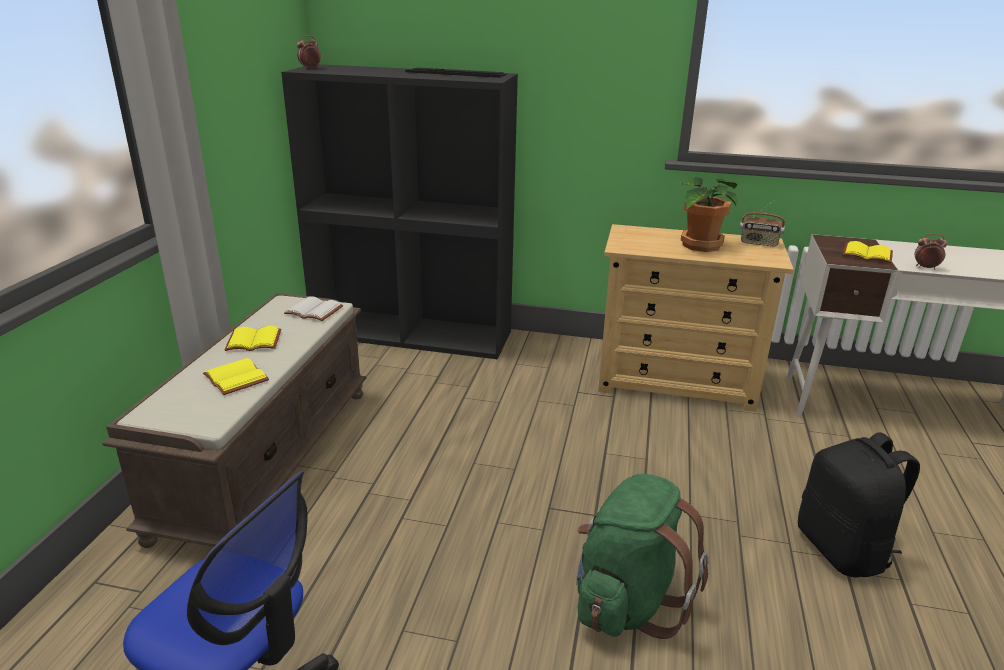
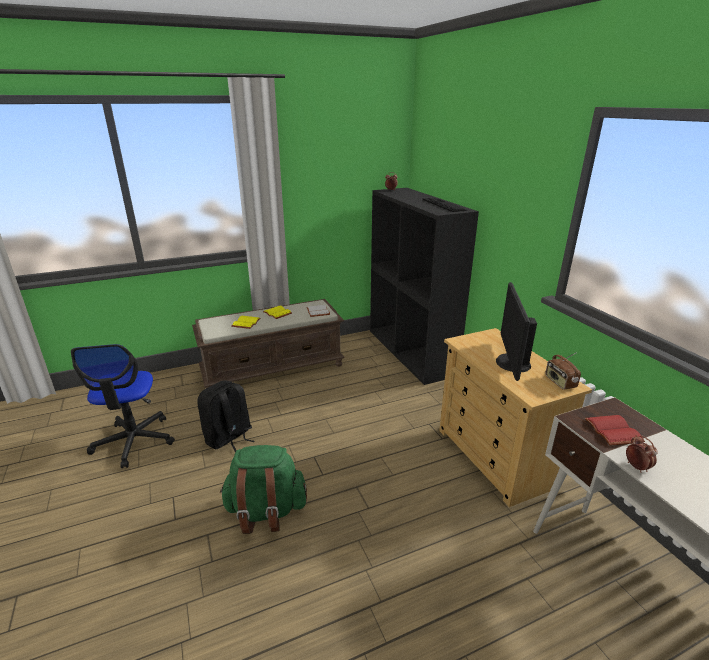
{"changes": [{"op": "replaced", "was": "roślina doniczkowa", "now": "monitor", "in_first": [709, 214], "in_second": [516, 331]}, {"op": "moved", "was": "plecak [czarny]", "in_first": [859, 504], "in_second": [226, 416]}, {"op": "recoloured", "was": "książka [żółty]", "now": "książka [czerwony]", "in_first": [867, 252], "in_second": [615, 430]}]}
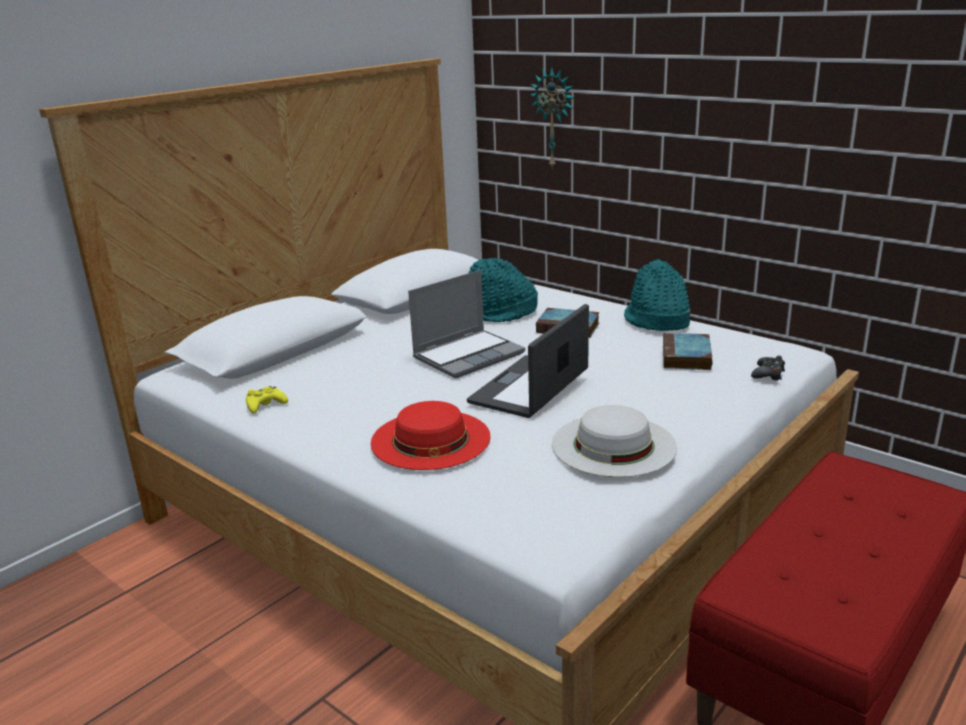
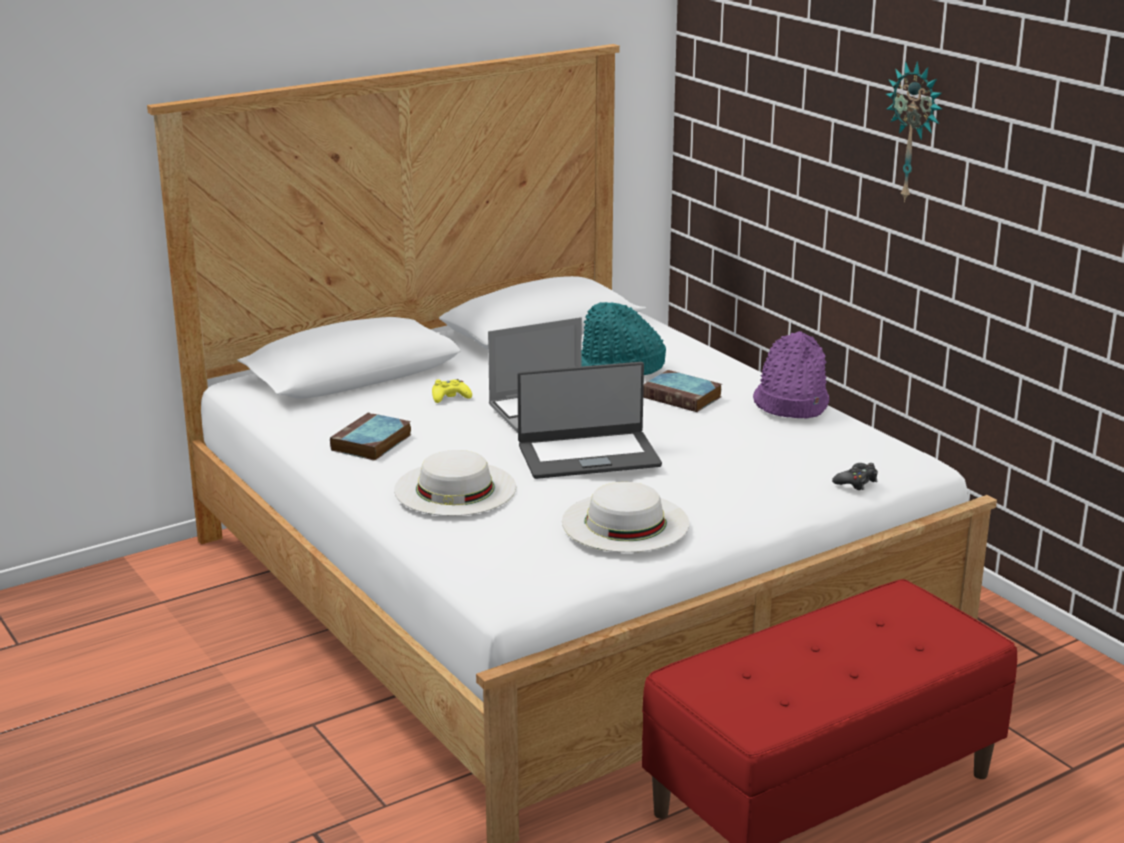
{"changes": [{"op": "moved", "was": "pad do gier [żółty]", "in_first": [267, 400], "in_second": [452, 391]}, {"op": "recoloured", "was": "kapelusz [czerwony]", "now": "kapelusz [biały]", "in_first": [431, 435], "in_second": [455, 483]}, {"op": "turned", "was": "laptop", "in_first": [528, 361], "in_second": [589, 420], "clockwise": -150}, {"op": "moved", "was": "zegar ścienny", "in_first": [553, 118], "in_second": [914, 131]}, {"op": "recoloured", "was": "kapelusz [turkusowy]", "now": "kapelusz [fioletowy]", "in_first": [657, 295], "in_second": [791, 375]}, {"op": "moved", "was": "książka", "in_first": [688, 351], "in_second": [370, 436]}]}
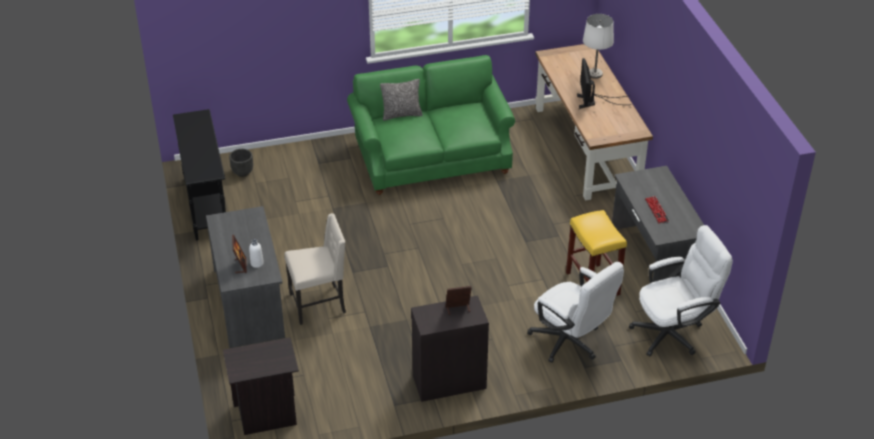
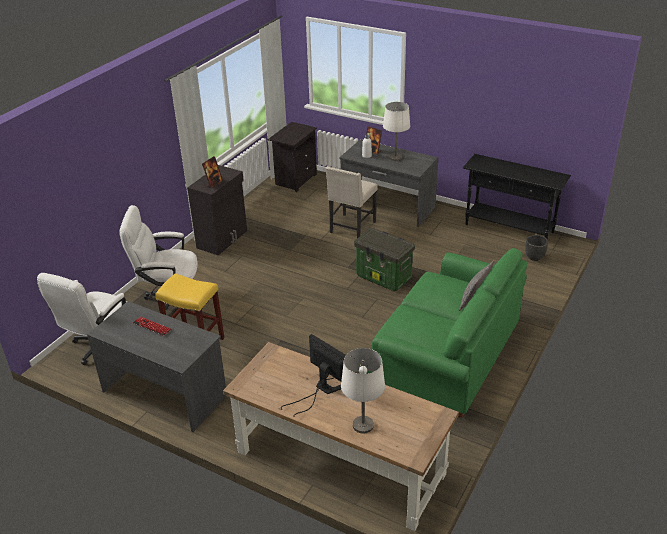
{"changes": [{"op": "added", "now": "pojemnik do przechowywania", "in_second": [384, 259]}, {"op": "added", "now": "lampa stołowa [biały]", "in_second": [396, 131]}]}
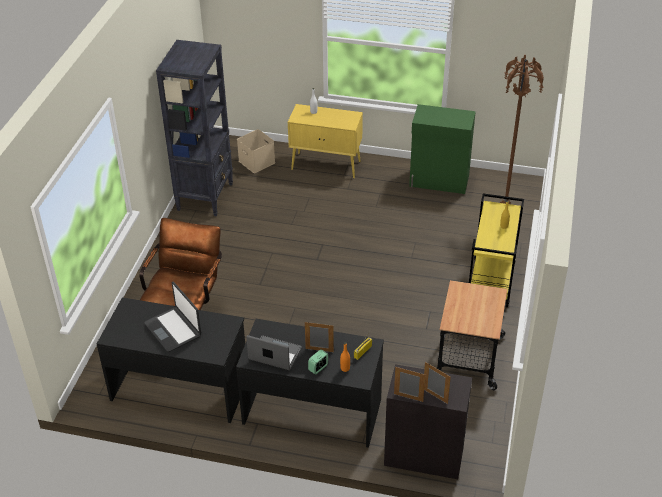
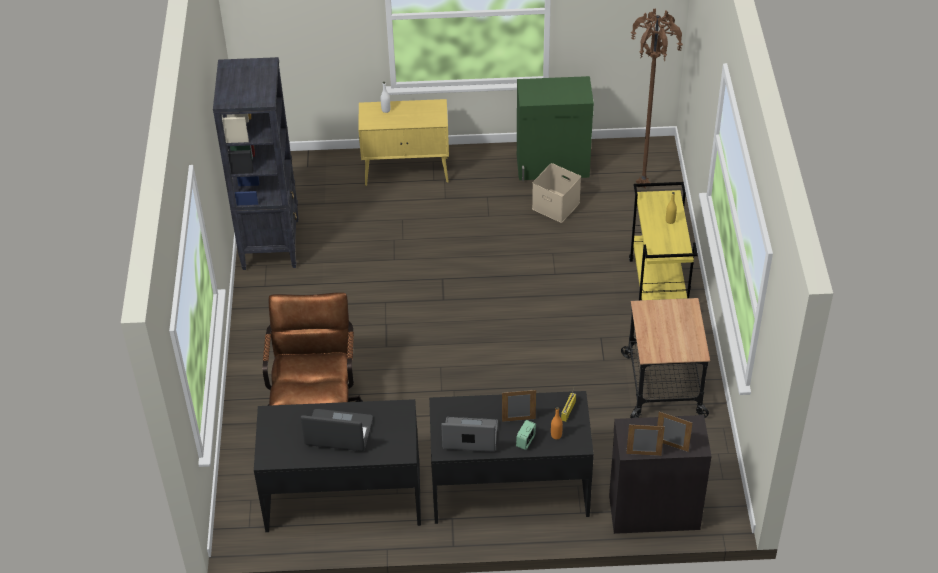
{"changes": [{"op": "turned", "was": "laptop", "in_first": [172, 317], "in_second": [336, 430], "clockwise": 150}, {"op": "moved", "was": "pojemnik do przechowywania [beżowy]", "in_first": [256, 151], "in_second": [556, 193]}]}
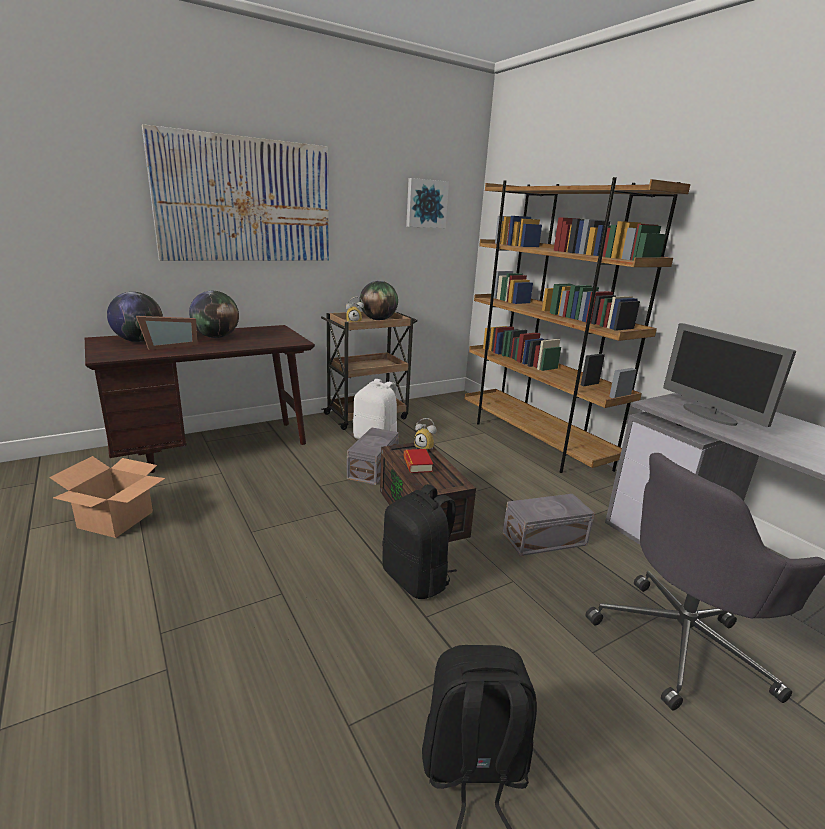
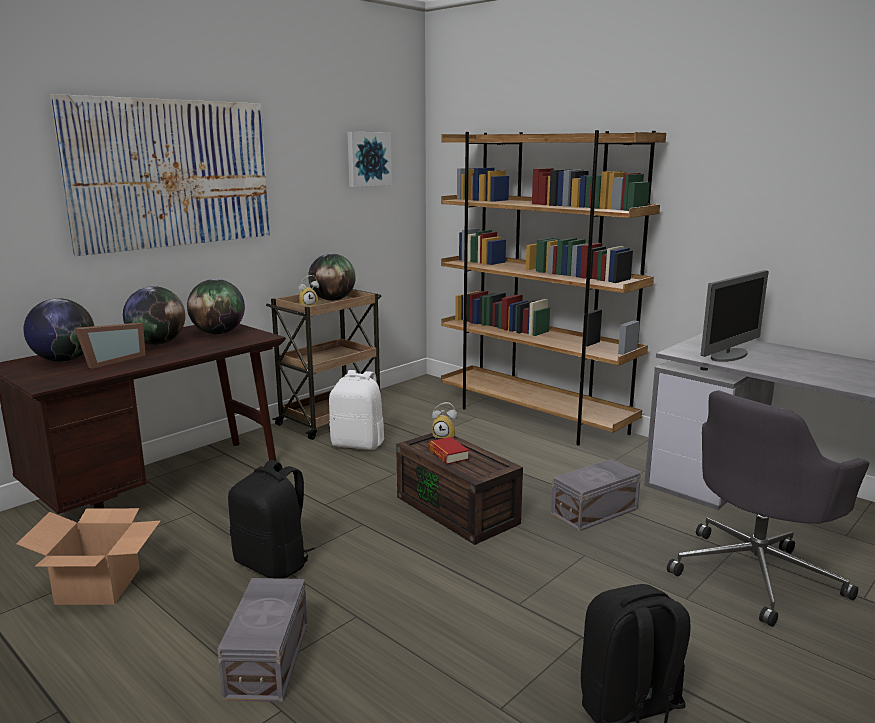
{"changes": [{"op": "moved", "was": "pojemnik do przechowywania [szary]", "in_first": [373, 456], "in_second": [262, 640]}, {"op": "moved", "was": "plecak [czarny]", "in_first": [419, 541], "in_second": [272, 519]}, {"op": "turned", "was": "monitor", "in_first": [729, 375], "in_second": [735, 316], "clockwise": -90}, {"op": "added", "now": "globus", "in_second": [216, 306]}]}
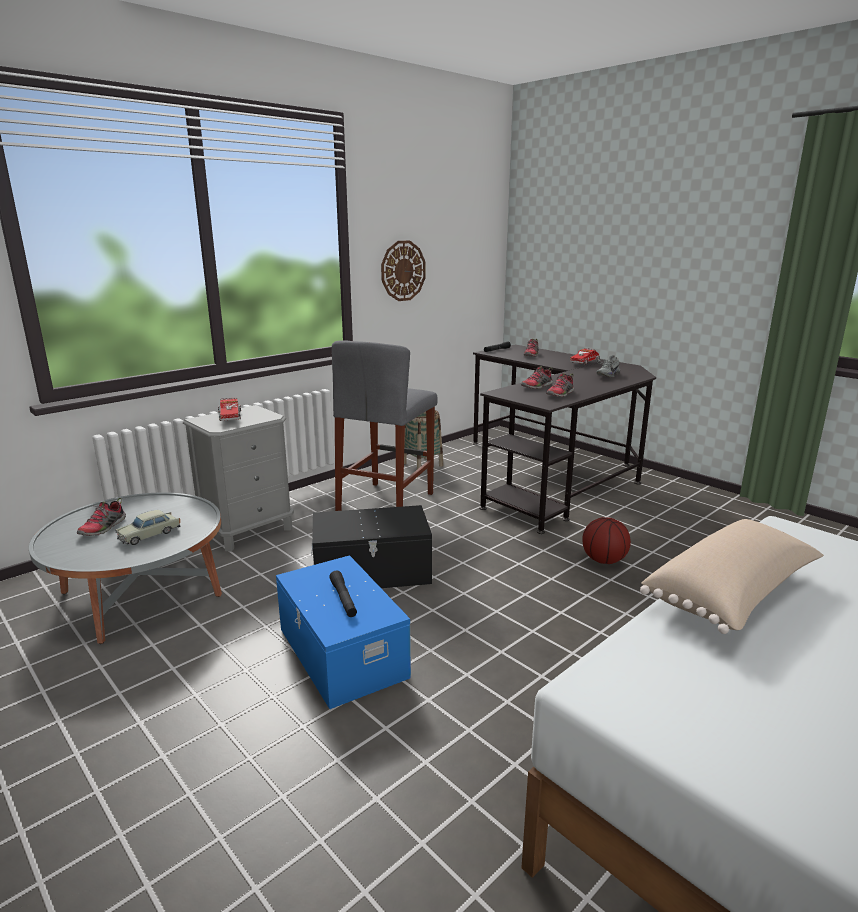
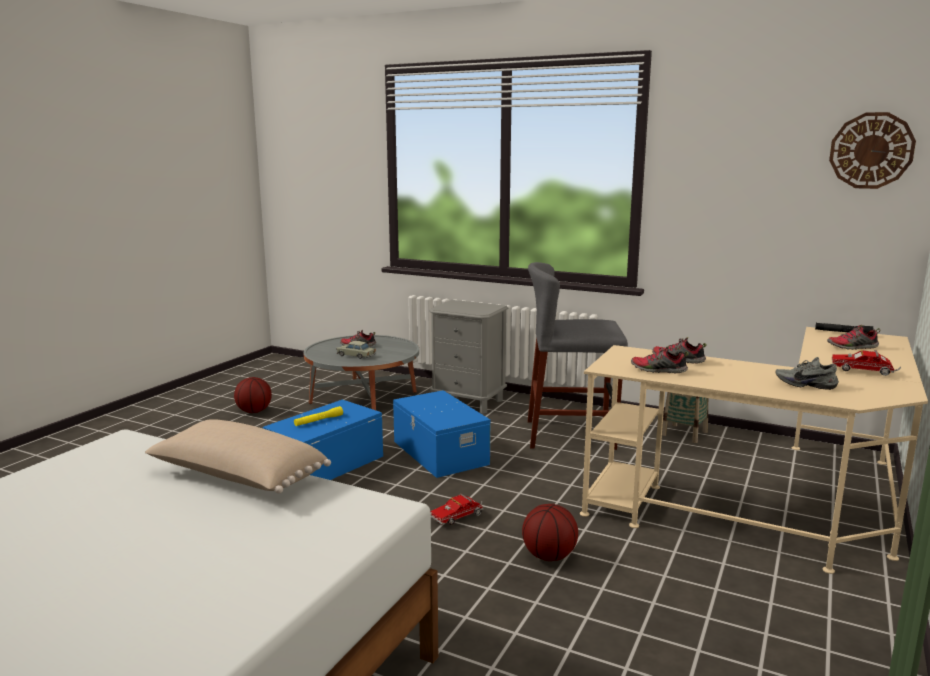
{"changes": [{"op": "moved", "was": "ciężarówka zabawkowa", "in_first": [229, 409], "in_second": [457, 509]}, {"op": "recoloured", "was": "pojemnik do przechowywania [czarny]", "now": "pojemnik do przechowywania [niebieski]", "in_first": [371, 546], "in_second": [441, 434]}, {"op": "recoloured", "was": "latarka [czarny]", "now": "latarka [żółty]", "in_first": [343, 594], "in_second": [318, 416]}, {"op": "moved", "was": "zegar ścienny", "in_first": [403, 271], "in_second": [872, 150]}, {"op": "recoloured", "was": "biurko [czarny]", "now": "biurko [beżowy]", "in_first": [564, 439], "in_second": [754, 450]}, {"op": "added", "now": "piłka do koszykówki", "in_second": [253, 395]}]}
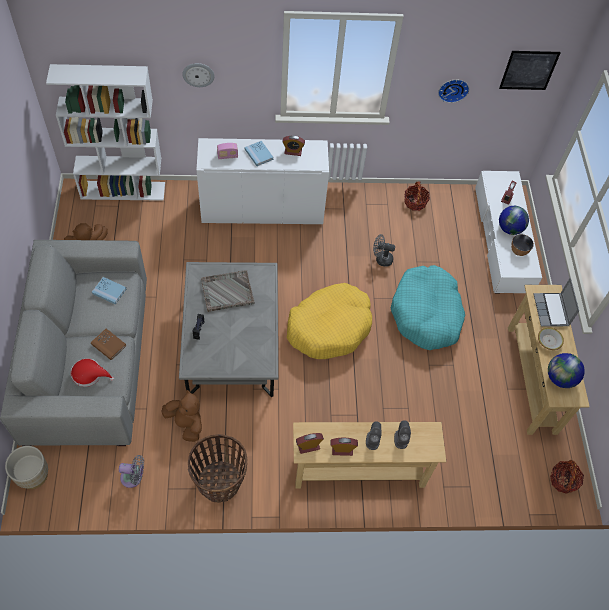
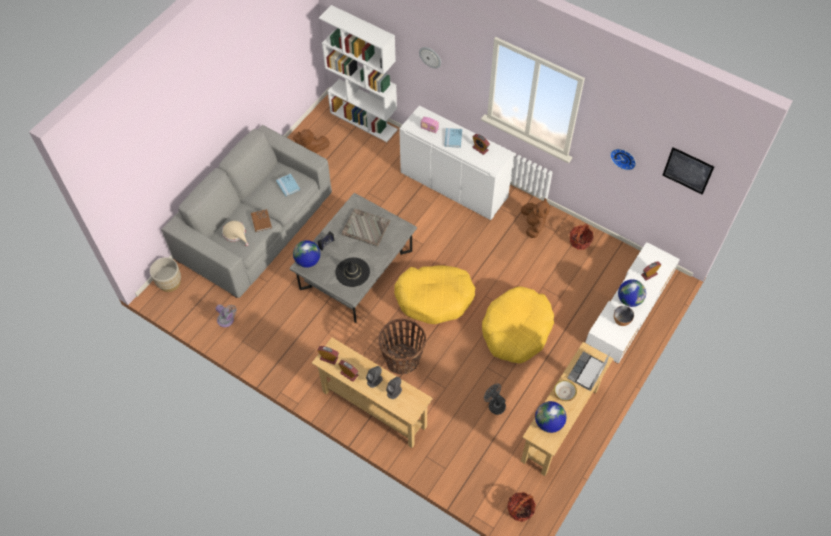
{"changes": [{"op": "recoloured", "was": "kapelusz [czerwony]", "now": "kapelusz [beżowy]", "in_first": [92, 373], "in_second": [235, 233]}, {"op": "moved", "was": "pluszak [brązowy]", "in_first": [181, 416], "in_second": [535, 218]}, {"op": "moved", "was": "koszyk", "in_first": [217, 468], "in_second": [402, 346]}, {"op": "moved", "was": "wentylator [szary]", "in_first": [384, 250], "in_second": [495, 399]}, {"op": "recoloured", "was": "legowisko [turkusowy]", "now": "legowisko [żółty]", "in_first": [428, 307], "in_second": [518, 325]}, {"op": "added", "now": "globus", "in_second": [306, 254]}, {"op": "added", "now": "kapelusz [czarny]", "in_second": [352, 272]}]}
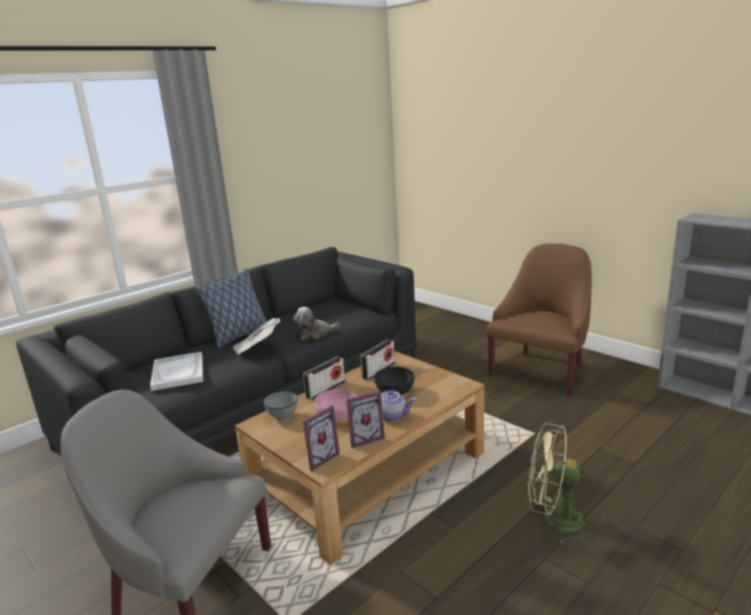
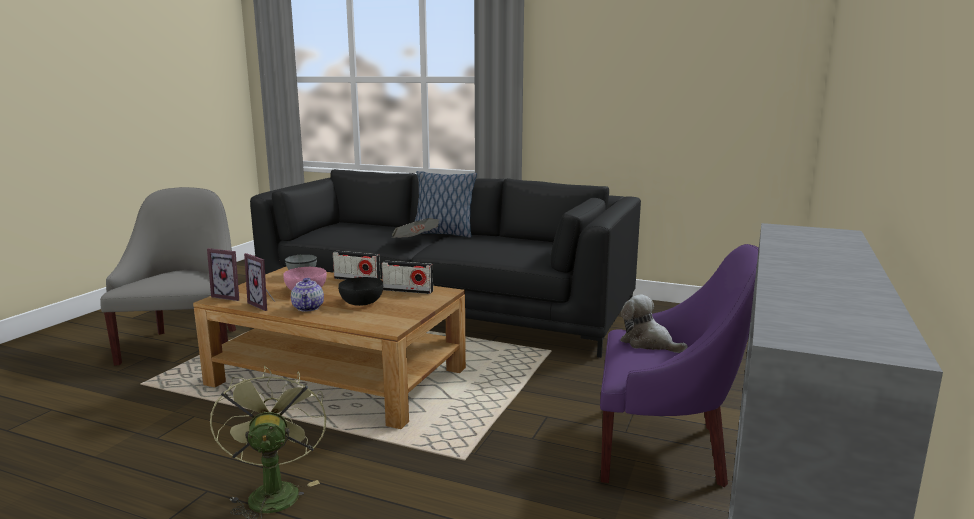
{"changes": [{"op": "removed", "was": "taca [biały]", "in_first": [176, 371]}, {"op": "moved", "was": "pluszak", "in_first": [316, 323], "in_second": [653, 323]}, {"op": "recoloured", "was": "fotel [brązowy]", "now": "fotel [fioletowy]", "in_first": [539, 320], "in_second": [679, 365]}]}
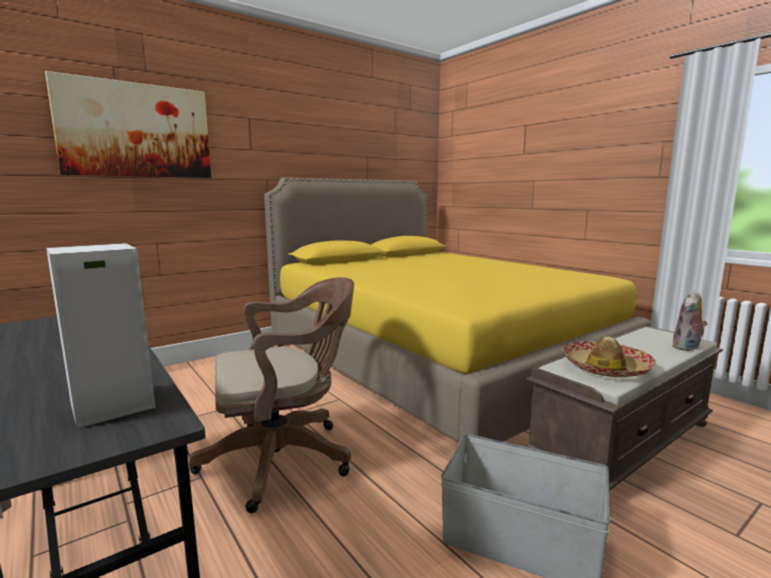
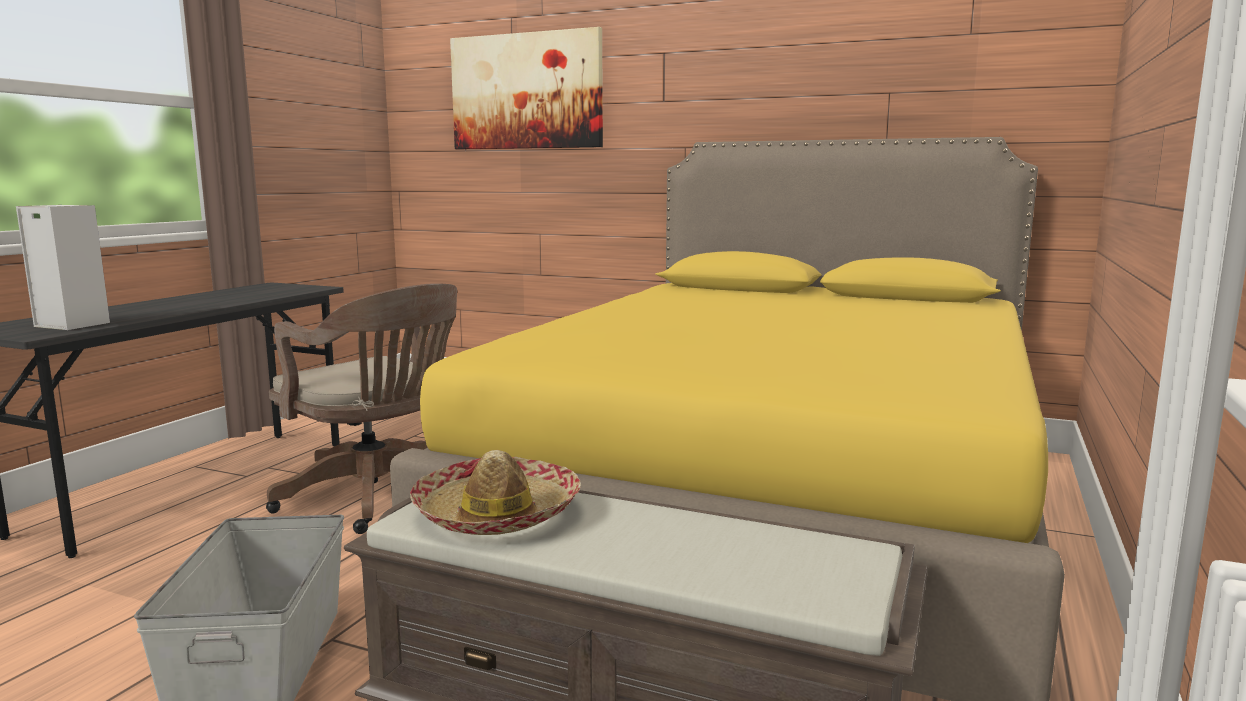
{"changes": [{"op": "removed", "was": "pluszak", "in_first": [689, 320]}]}
